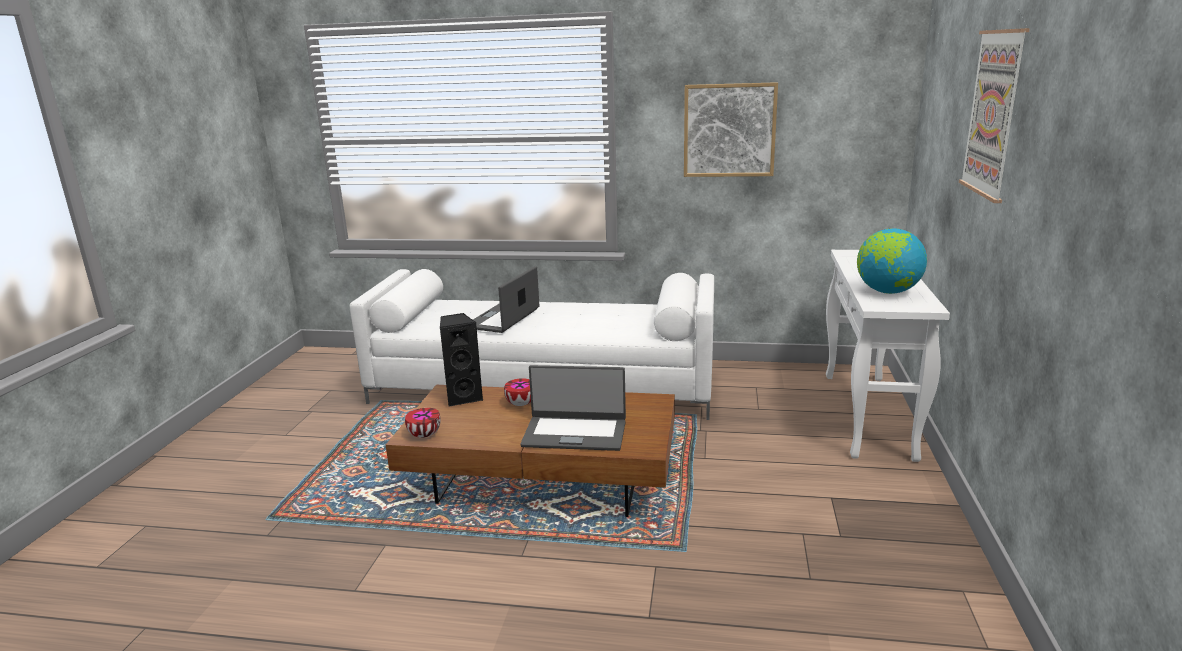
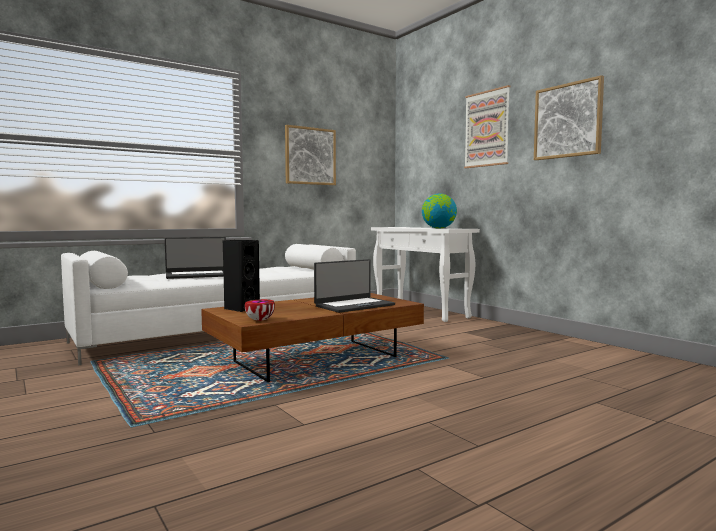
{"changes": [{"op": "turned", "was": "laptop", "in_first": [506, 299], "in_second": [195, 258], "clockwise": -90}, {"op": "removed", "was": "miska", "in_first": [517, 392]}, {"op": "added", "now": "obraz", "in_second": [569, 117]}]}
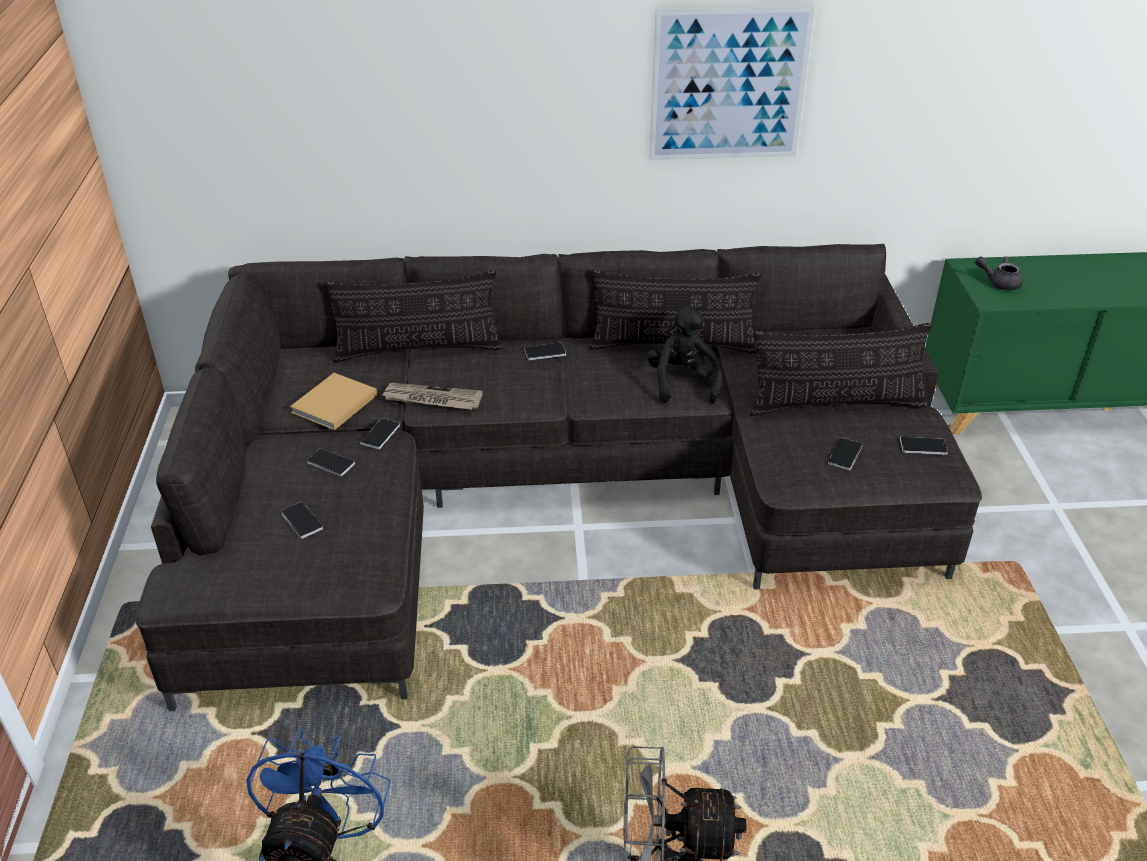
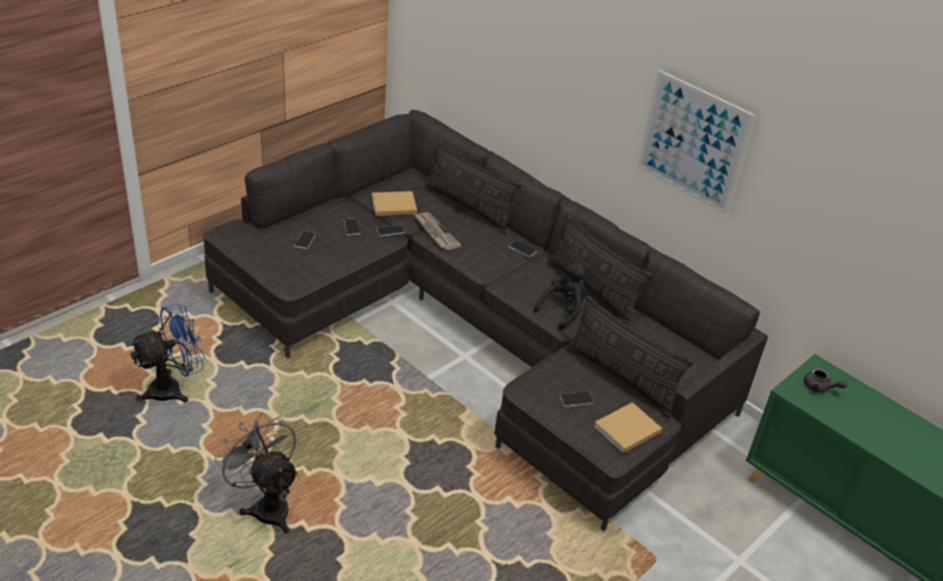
{"changes": [{"op": "replaced", "was": "telefon", "now": "książka [beżowy]", "in_first": [924, 446], "in_second": [628, 427]}, {"op": "turned", "was": "imbryk [szary]", "in_first": [999, 273], "in_second": [825, 380], "clockwise": 150}]}
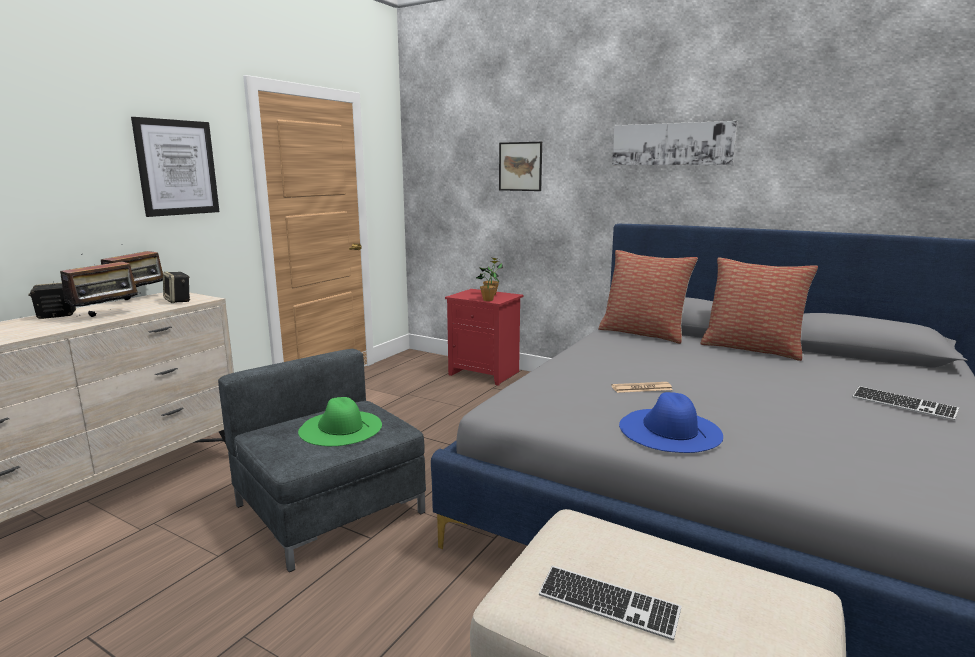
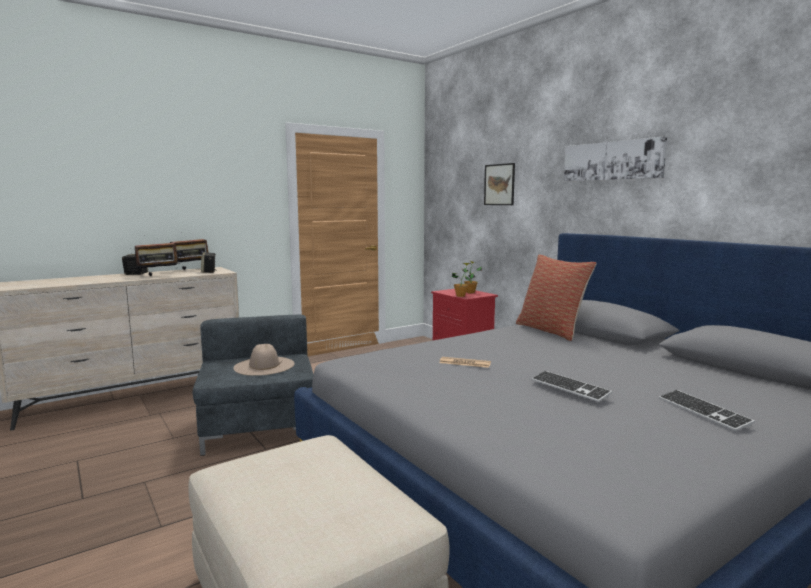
{"changes": [{"op": "removed", "was": "obraz", "in_first": [175, 167]}, {"op": "recoloured", "was": "kapelusz [zielony]", "now": "kapelusz [beżowy]", "in_first": [340, 421], "in_second": [264, 360]}, {"op": "moved", "was": "klawiatura", "in_first": [610, 603], "in_second": [571, 386]}, {"op": "removed", "was": "kapelusz [niebieski]", "in_first": [671, 422]}, {"op": "removed", "was": "poduszka", "in_first": [759, 309]}]}
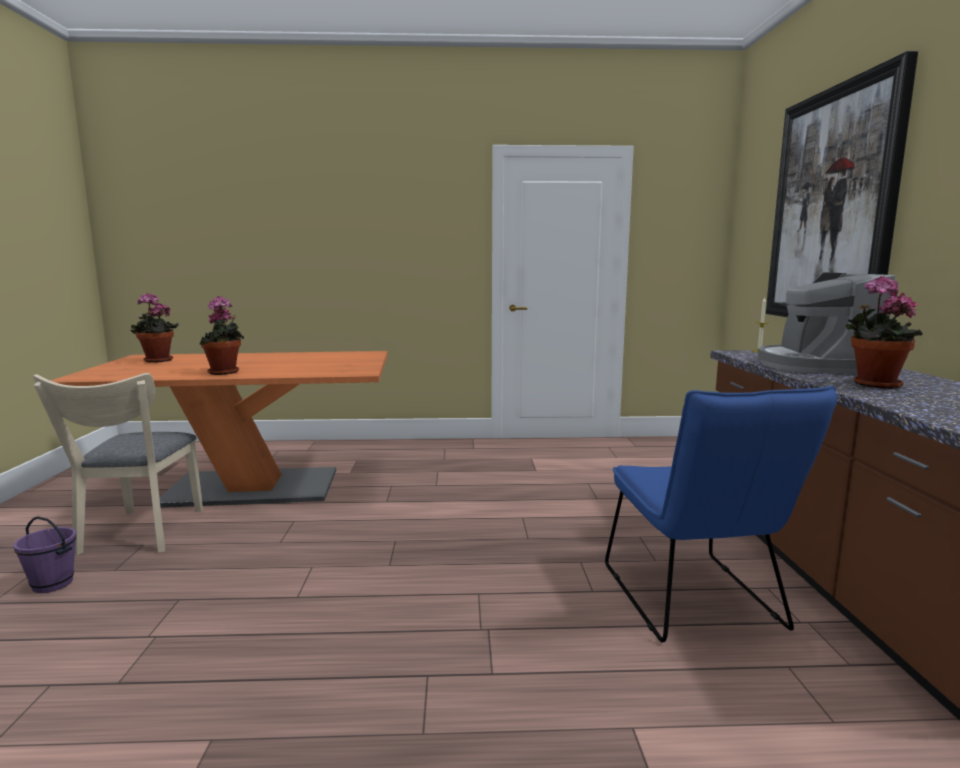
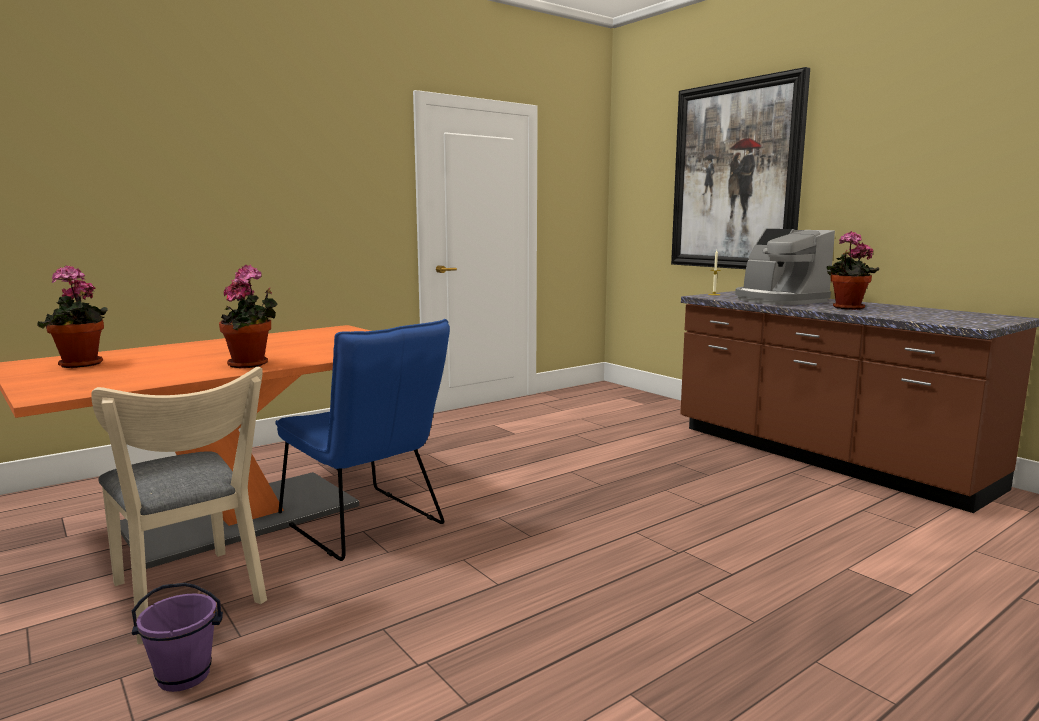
{"changes": [{"op": "moved", "was": "krzesło [niebieski]", "in_first": [721, 513], "in_second": [362, 440]}]}
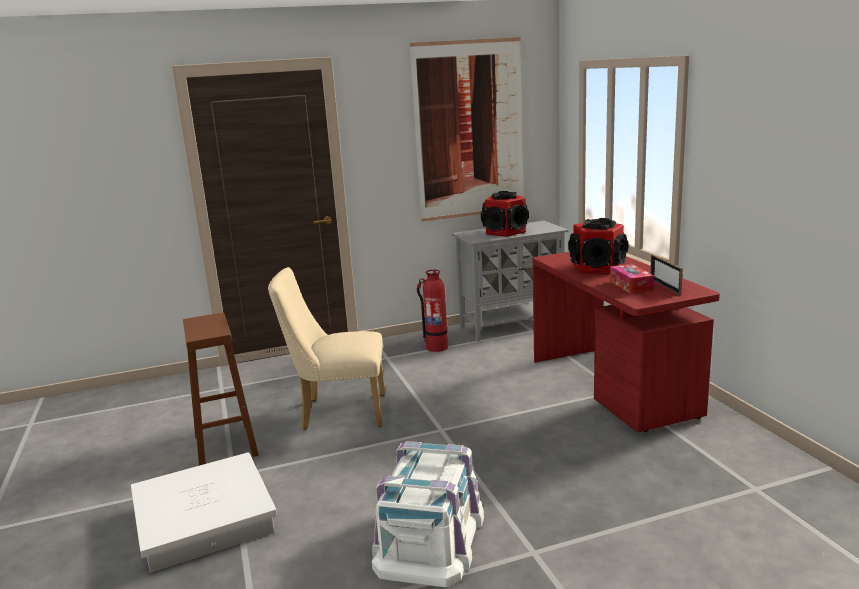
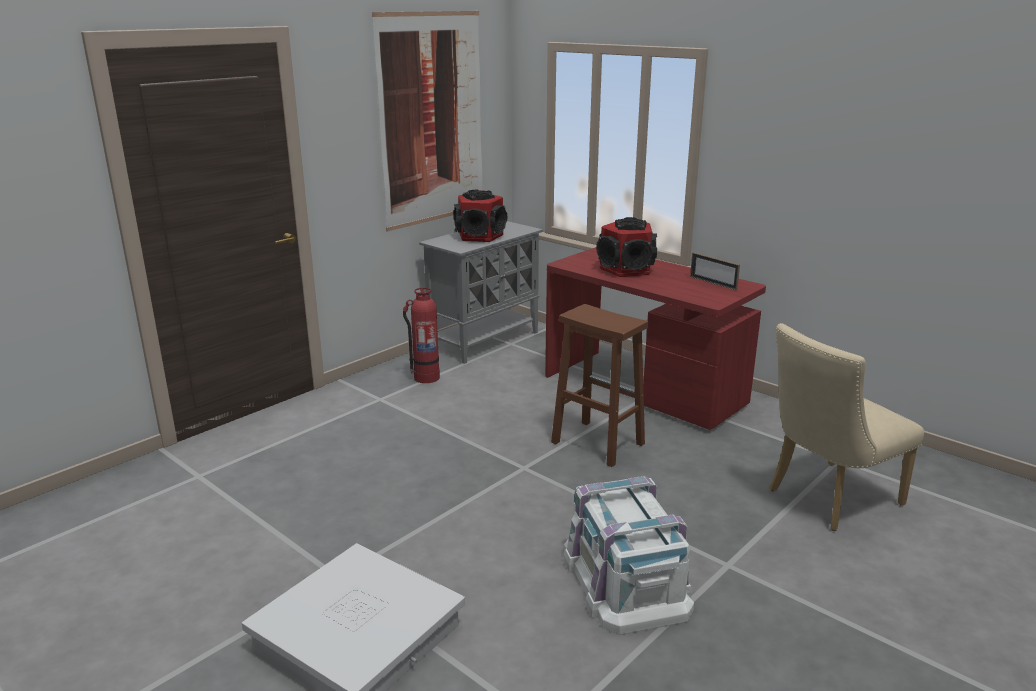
{"changes": [{"op": "moved", "was": "stołek [brązowy]", "in_first": [221, 389], "in_second": [599, 385]}, {"op": "moved", "was": "krzesło [beżowy]", "in_first": [326, 348], "in_second": [846, 427]}, {"op": "removed", "was": "pudełko chusteczek", "in_first": [632, 279]}]}
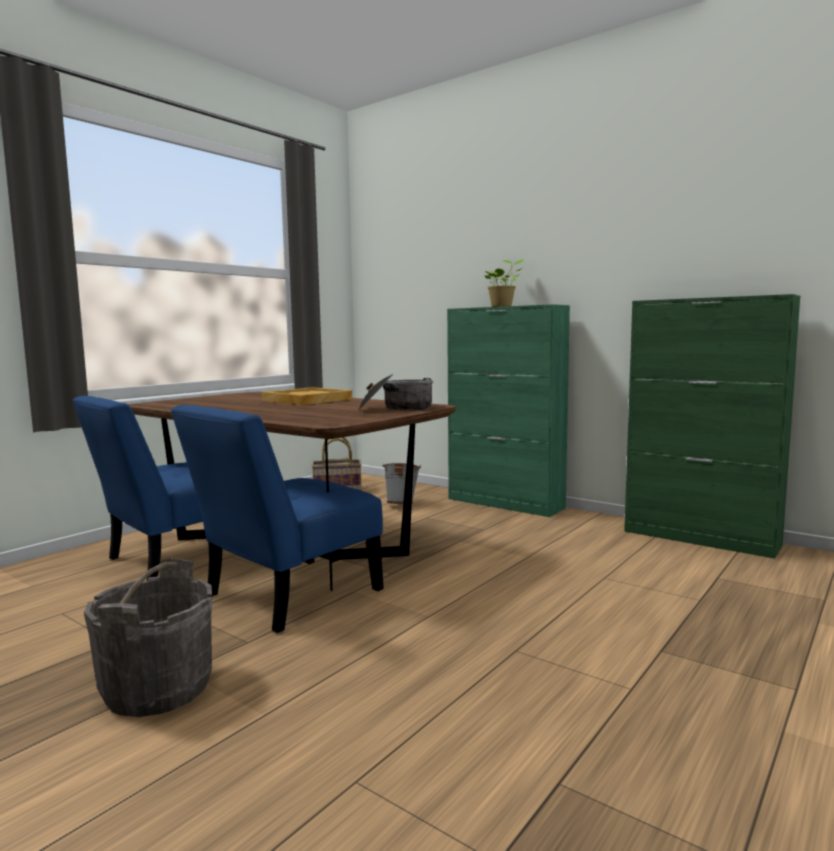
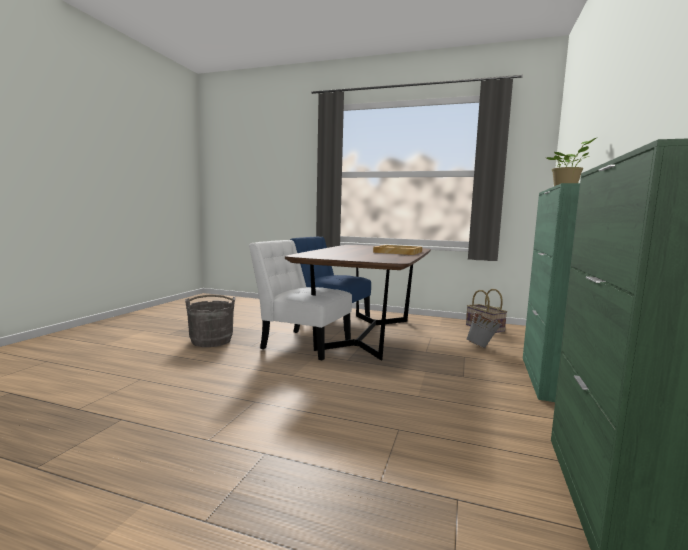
{"changes": [{"op": "recoloured", "was": "krzesło [niebieski]", "now": "krzesło [biały]", "in_first": [277, 519], "in_second": [300, 300]}, {"op": "removed", "was": "garnek", "in_first": [395, 392]}]}
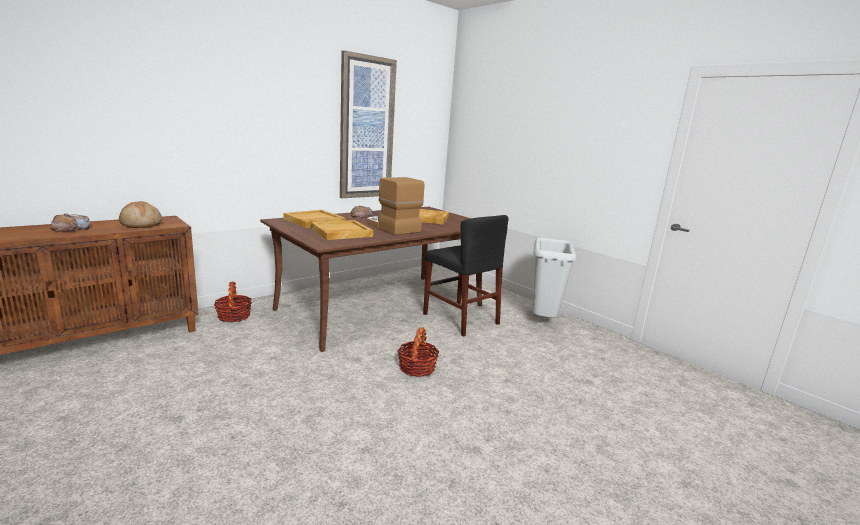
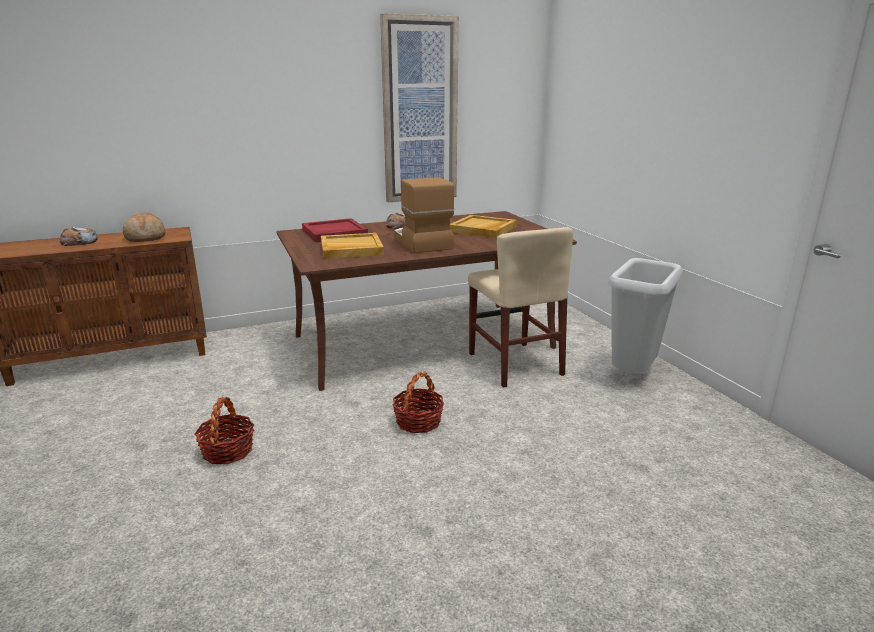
{"changes": [{"op": "moved", "was": "koszyk", "in_first": [233, 302], "in_second": [224, 430]}, {"op": "recoloured", "was": "taca [beżowy]", "now": "taca [czerwony]", "in_first": [314, 219], "in_second": [335, 230]}, {"op": "recoloured", "was": "krzesło [czarny]", "now": "krzesło [beżowy]", "in_first": [465, 276], "in_second": [520, 307]}]}
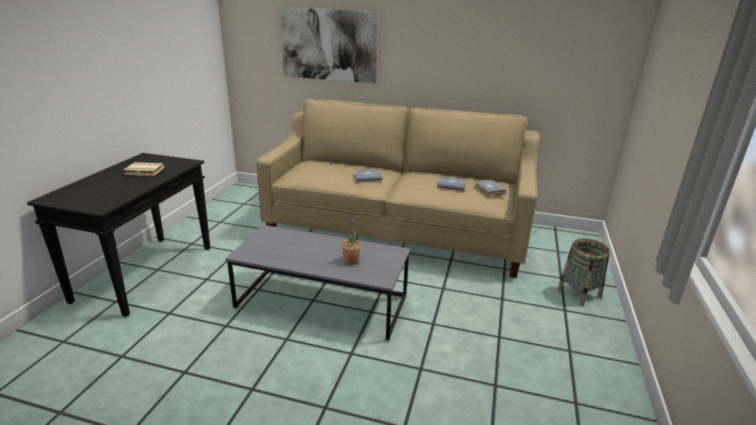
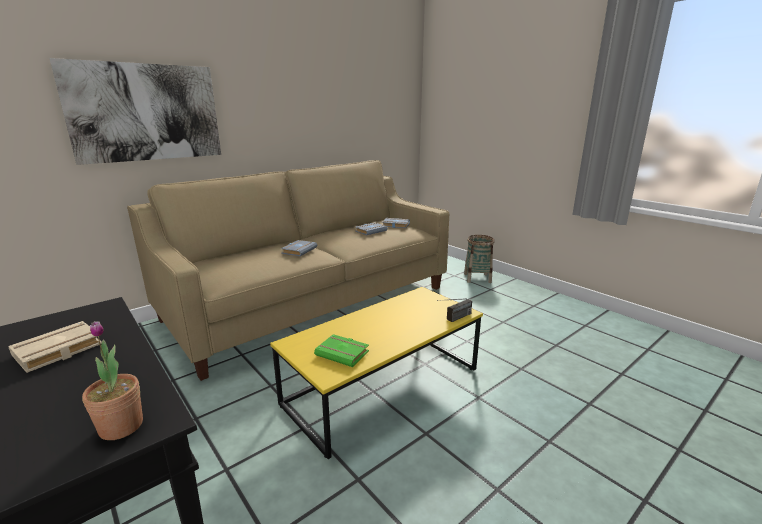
{"changes": [{"op": "recoloured", "was": "ława [szary]", "now": "ława [żółty]", "in_first": [317, 282], "in_second": [376, 373]}, {"op": "moved", "was": "roślina doniczkowa", "in_first": [351, 242], "in_second": [112, 380]}, {"op": "added", "now": "książka [zielony]", "in_second": [341, 350]}, {"op": "added", "now": "radio", "in_second": [454, 310]}]}
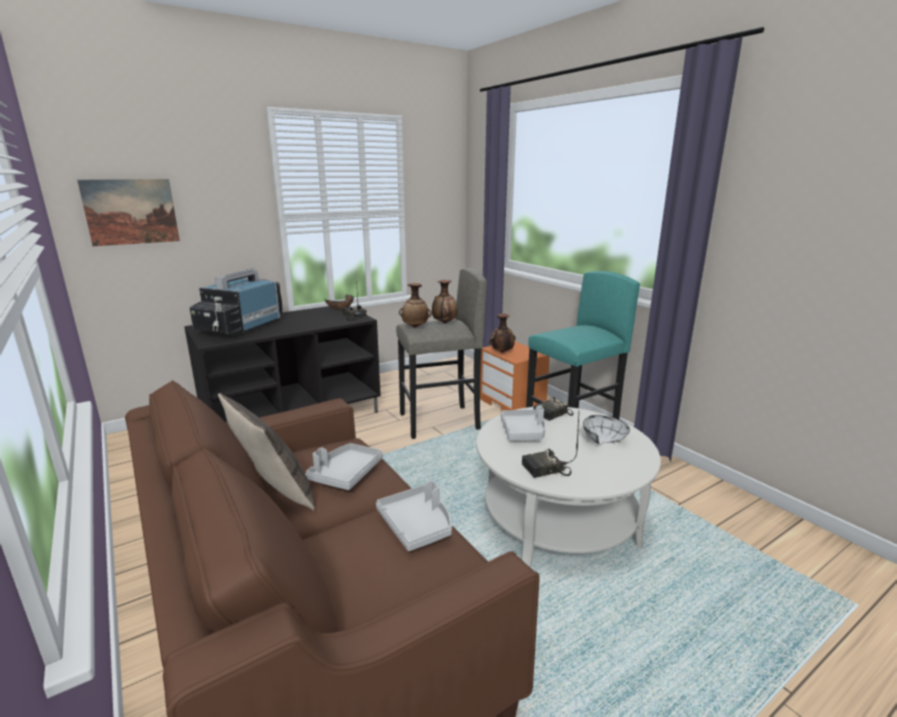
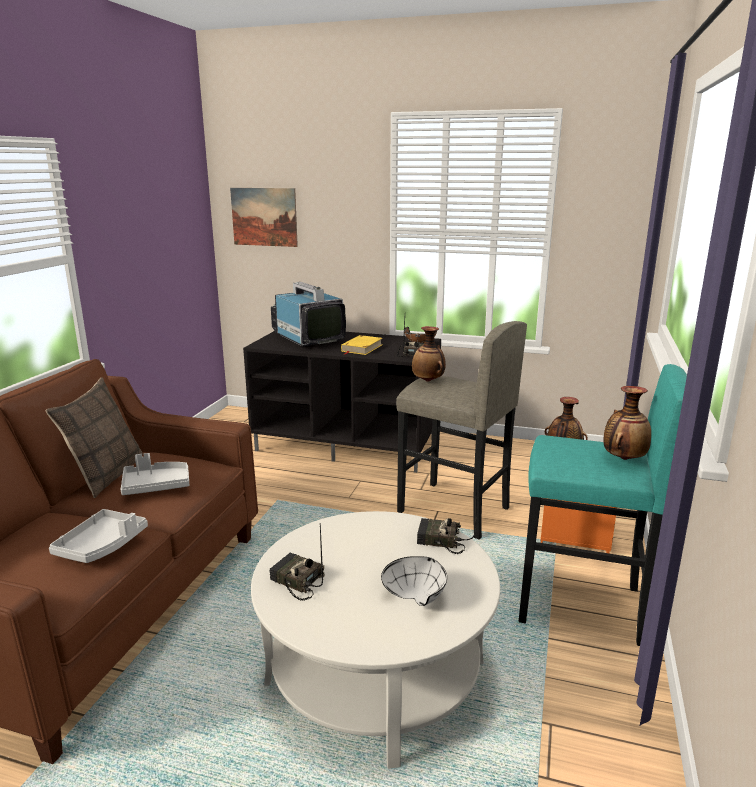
{"changes": [{"op": "turned", "was": "telewizor", "in_first": [236, 301], "in_second": [308, 314], "clockwise": 75}, {"op": "moved", "was": "wazon", "in_first": [445, 301], "in_second": [627, 423]}, {"op": "removed", "was": "taca [szary]", "in_first": [523, 423]}, {"op": "added", "now": "książka [żółty]", "in_second": [361, 345]}]}
